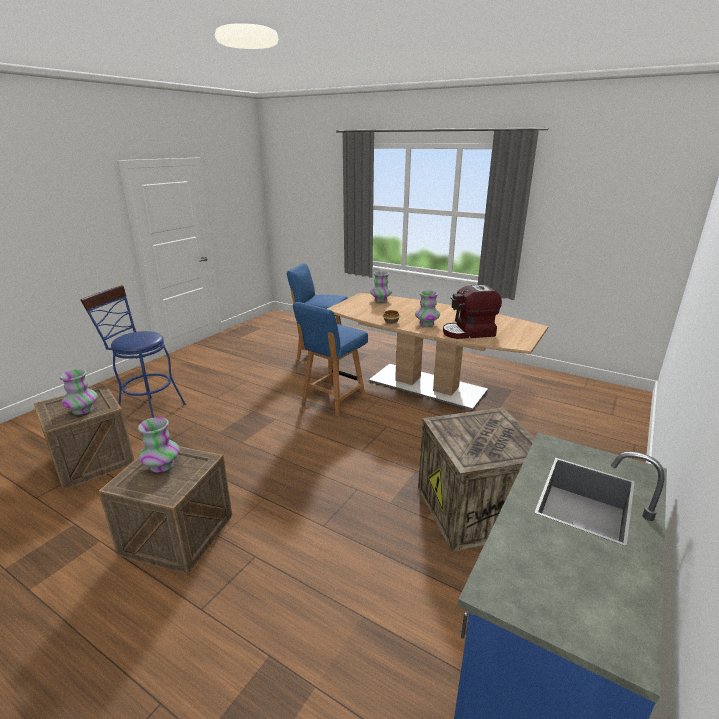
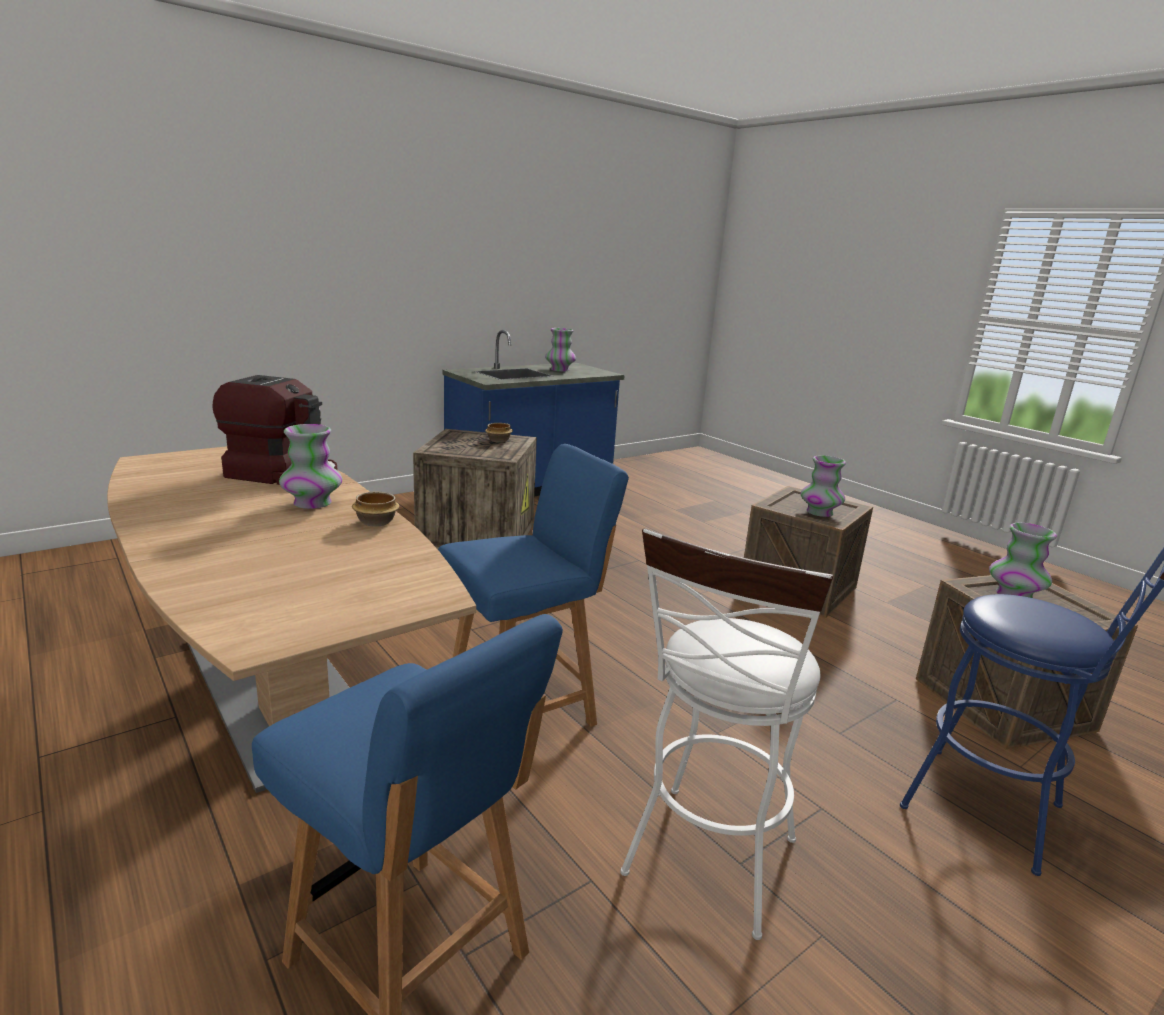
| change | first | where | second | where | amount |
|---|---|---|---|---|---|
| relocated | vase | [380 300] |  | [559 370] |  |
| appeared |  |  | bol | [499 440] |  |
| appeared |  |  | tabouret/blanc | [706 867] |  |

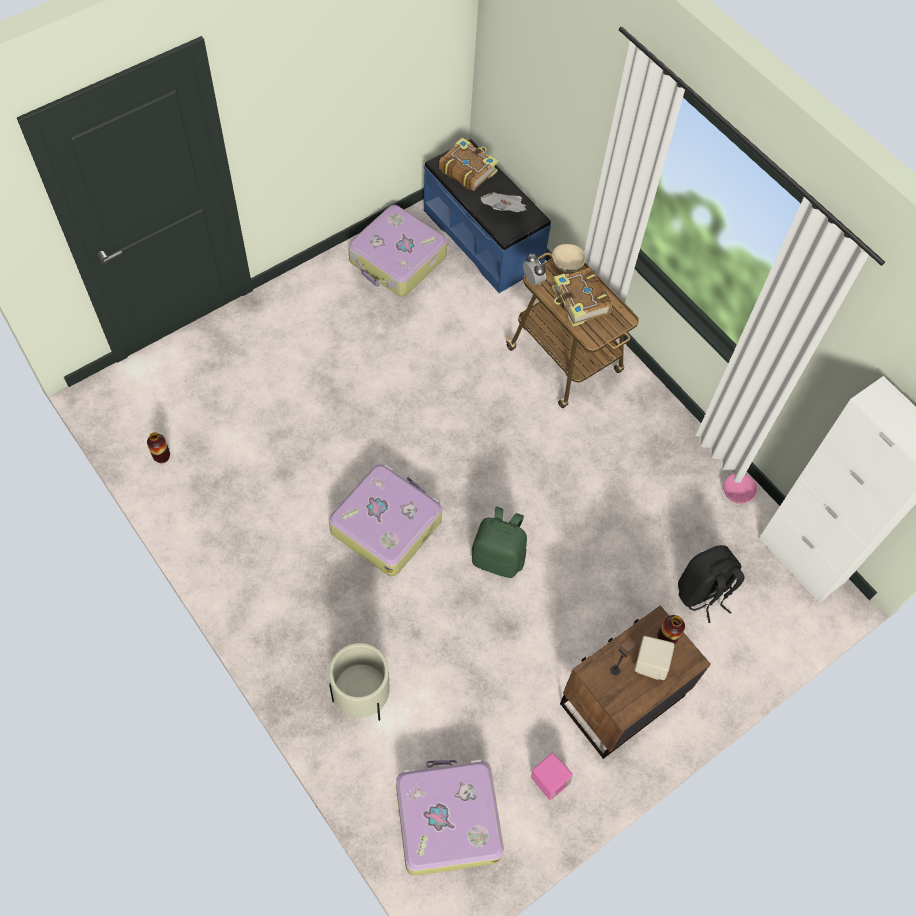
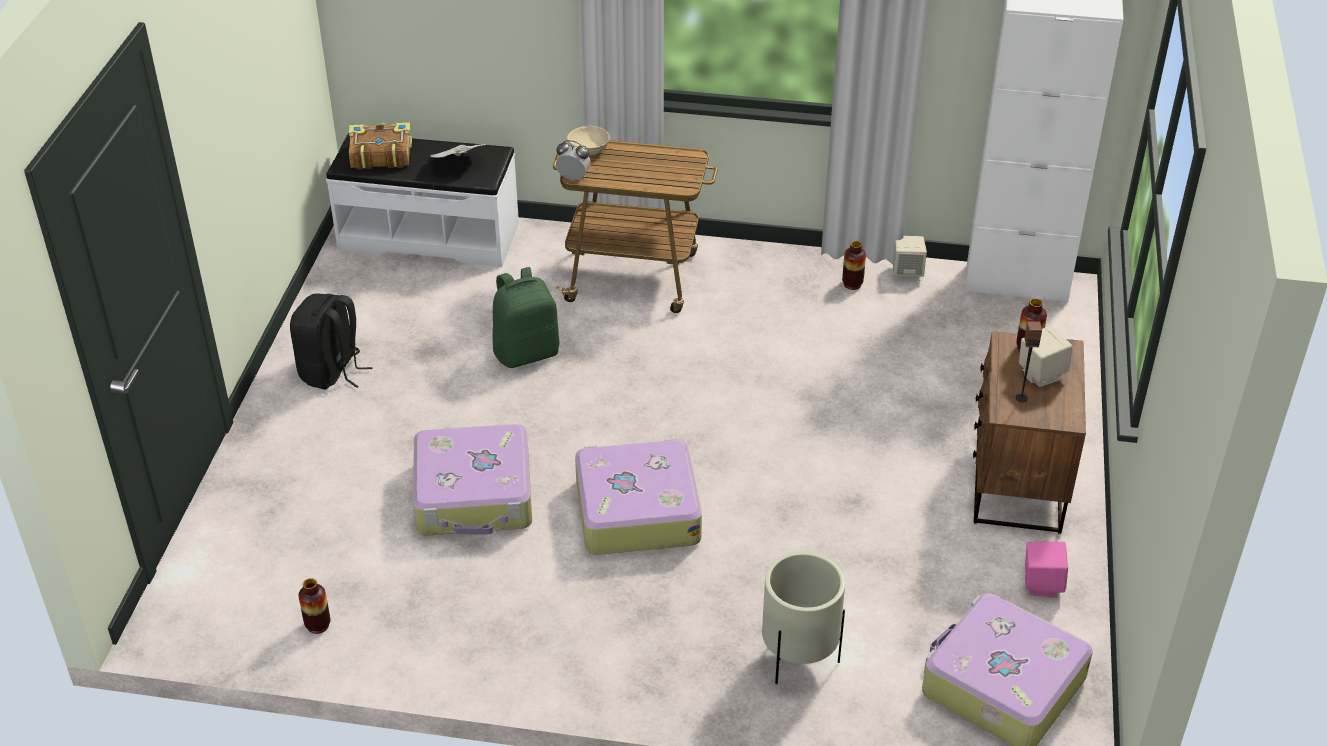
| change | first | where | second | where | amount |
|---|---|---|---|---|---|
| relocated | valise | [397 260] |  | [475 495] |  |
| colour | banc/bleu | [483 238] | banc/blanc | [429 236] |  |
| relocated | sac à dos/vert | [498 557] |  | [526 352] |  |
| missing | livre | [579 303] |  |  |  |
| relocated | sac à dos/noir | [703 593] |  | [332 372] |  |
| exchanged | bol/rose | [737 493] | enceinte/beige | [907 273] |  |
| appeared |  |  | vase | [852 284] |  |

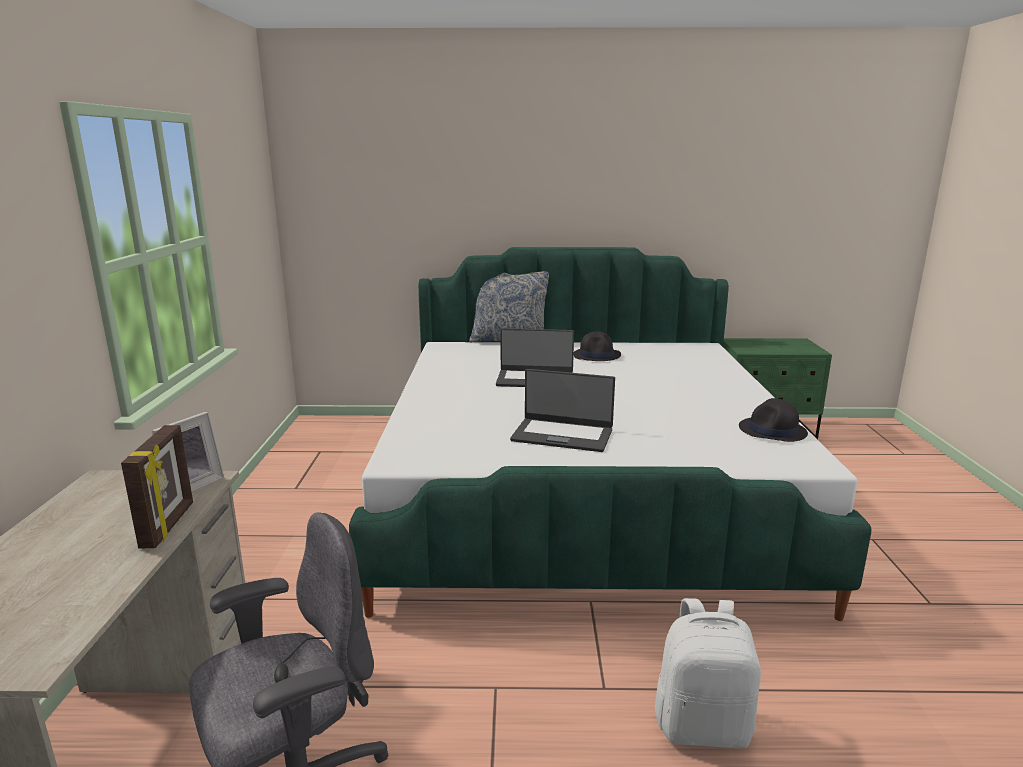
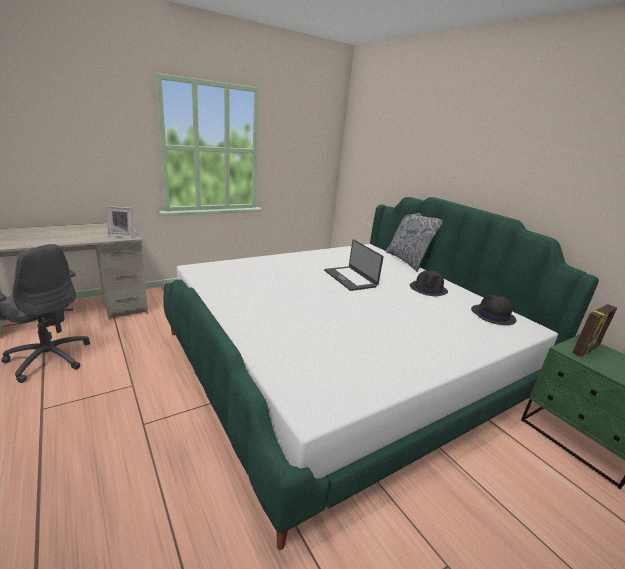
| change | first | where | second | where | amount |
|---|---|---|---|---|---|
| relocated | cadre photo | [169 525] |  | [586 350] |  |
| missing | ordinateur portable | [562 435] |  |  |  |
| missing | sac à dos/blanc | [703 725] |  |  |  |
| relocated | chapeau/noir | [772 431] |  | [492 315] |  |

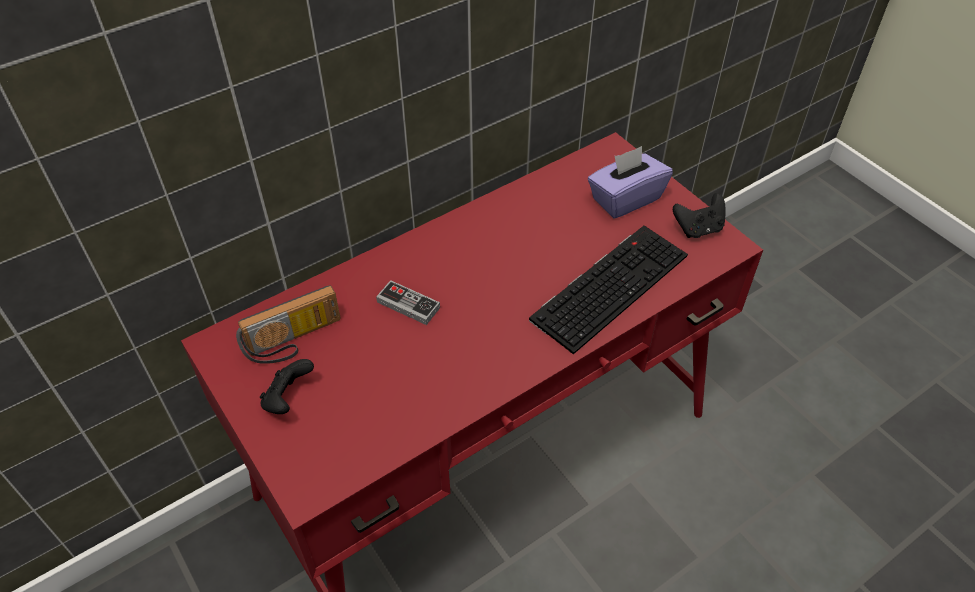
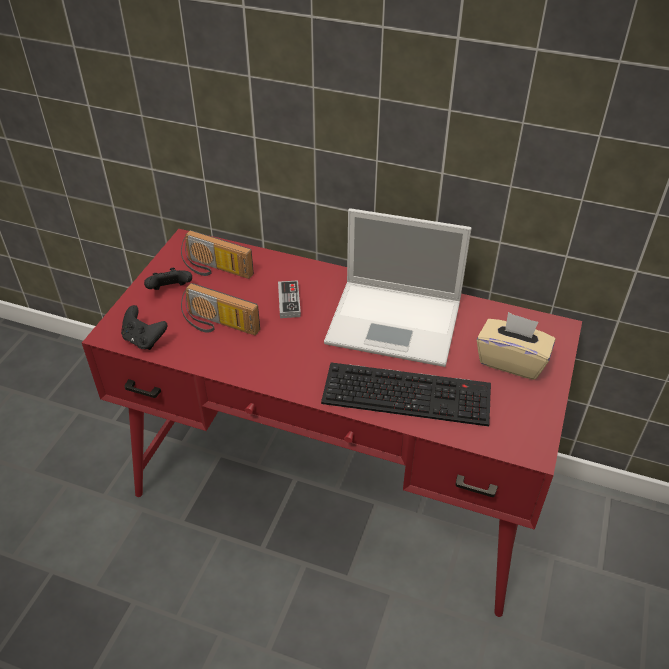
| change | first | where | second | where | amount |
|---|---|---|---|---|---|
| colour | boîte à mouchoirs/violet | [625 199] | boîte à mouchoirs/beige | [511 361] |  |
| relocated | manette/noir | [698 229] |  | [144 340] |  |
| appeared |  |  | radio | [218 325] |  |
| appeared |  |  | ordinateur portable | [396 323] |  |

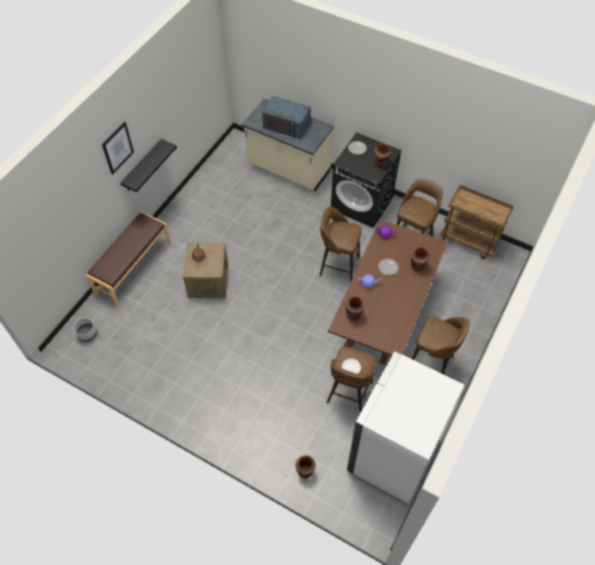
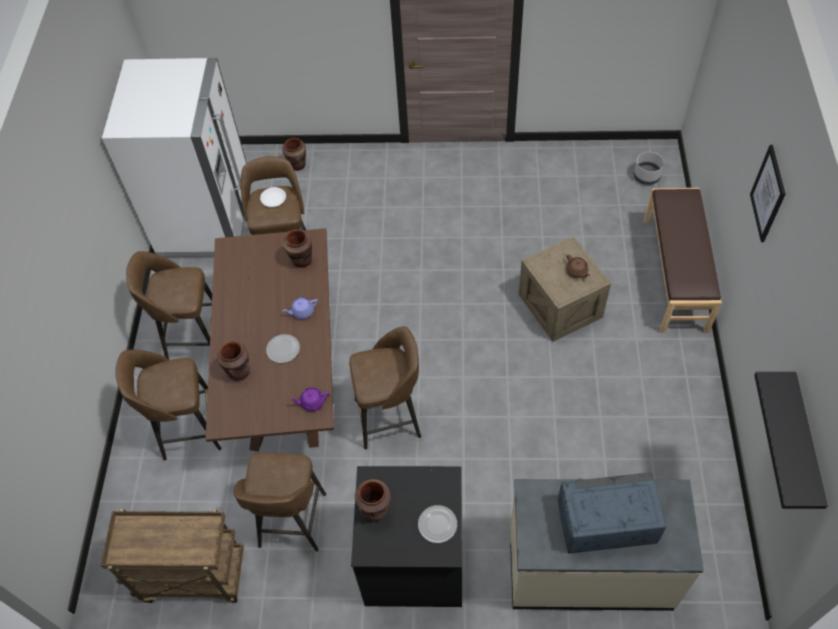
| change | first | where | second | where | amount |
|---|---|---|---|---|---|
| relocated | étagère/noir | [142 166] |  | [805 444] |  |
| appeared |  |  | tabouret/marron | [188 430] |  |

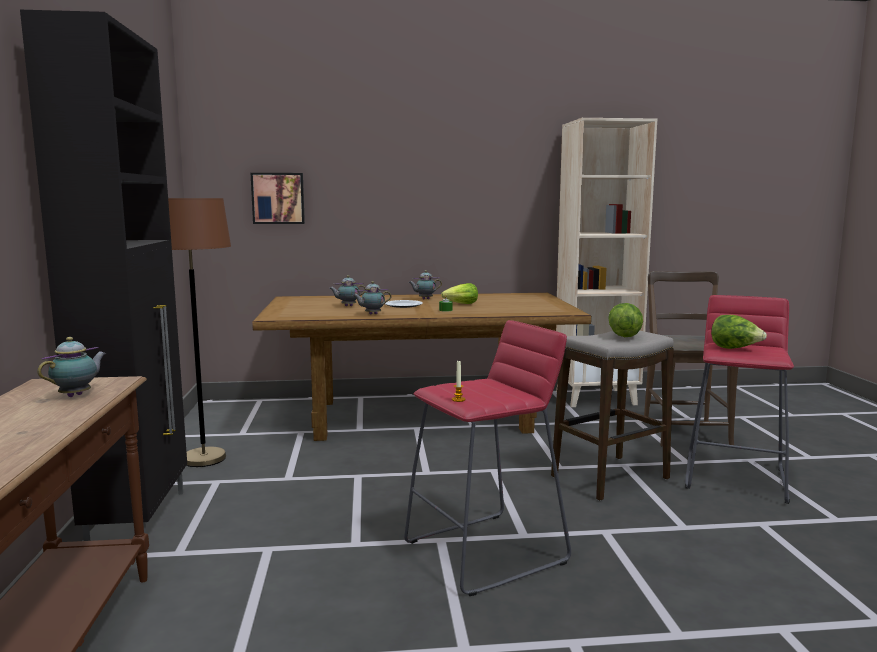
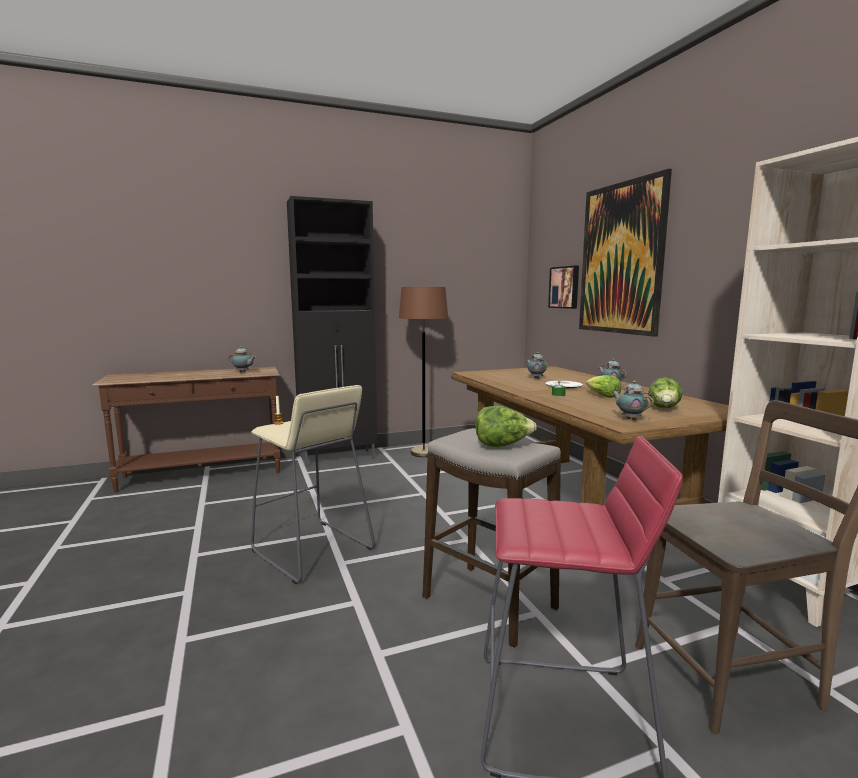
| change | first | where | second | where | amount |
|---|---|---|---|---|---|
| relocated | théière | [372 314] |  | [630 419] |  |
| colour | tabouret/rouge | [487 552] | tabouret/beige | [312 551] |  |
| relocated | laitue | [735 349] |  | [664 409] |  |
| appeared |  |  | tableau | [621 259] |  |

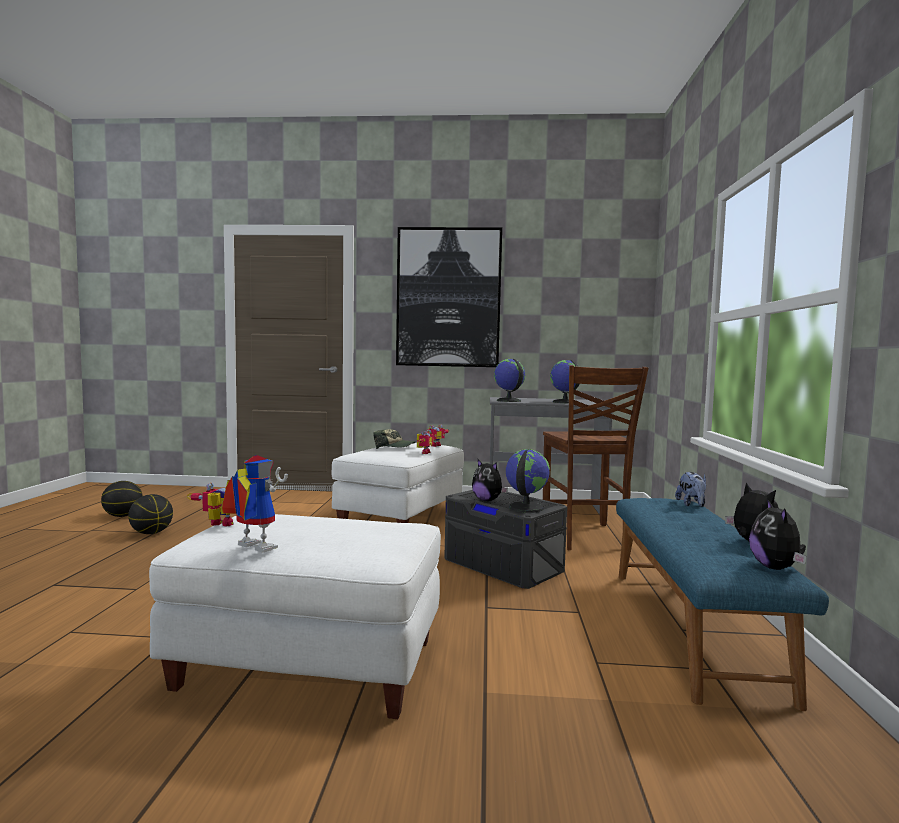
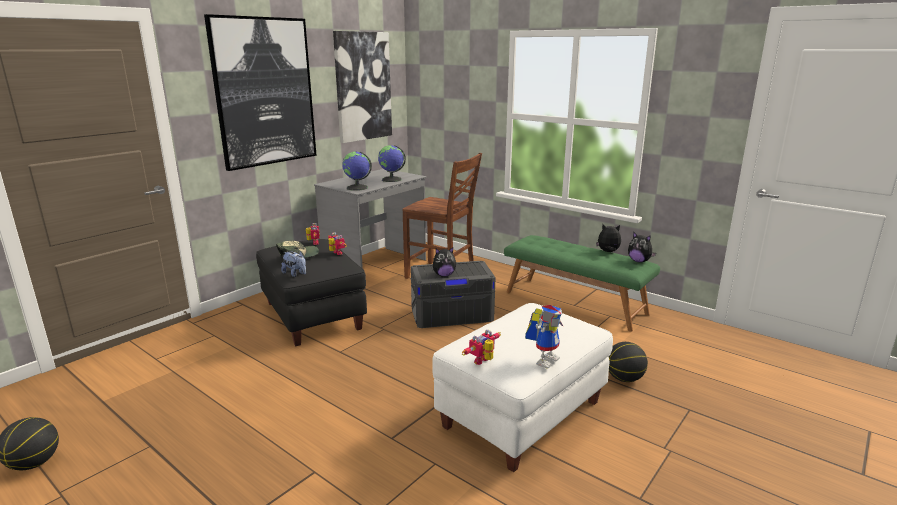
| change | first | where | second | where | amount |
|---|---|---|---|---|---|
| relocated | ballon de basket | [151 533] |  | [624 378] |  |
| spun | robot jouet | [249 548] |  | [545 359] | 150 degrees clockwise |
| colour | pouf/blanc | [400 517] | pouf/noir | [312 316] |  |
| missing | globe | [525 507] |  |  |  |
| colour | banc/bleu | [692 628] | banc/vert | [575 302] |  |
| relocated | peluche | [692 504] |  | [295 274] |  |
| appeared |  |  | tableau | [363 86] |  |

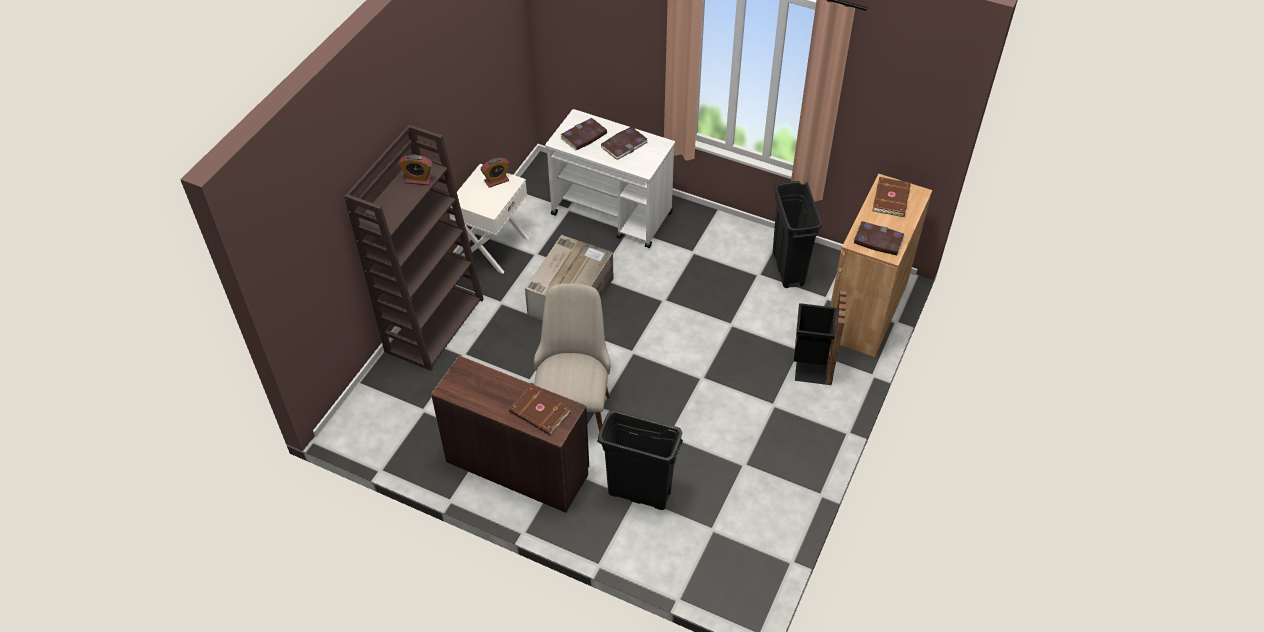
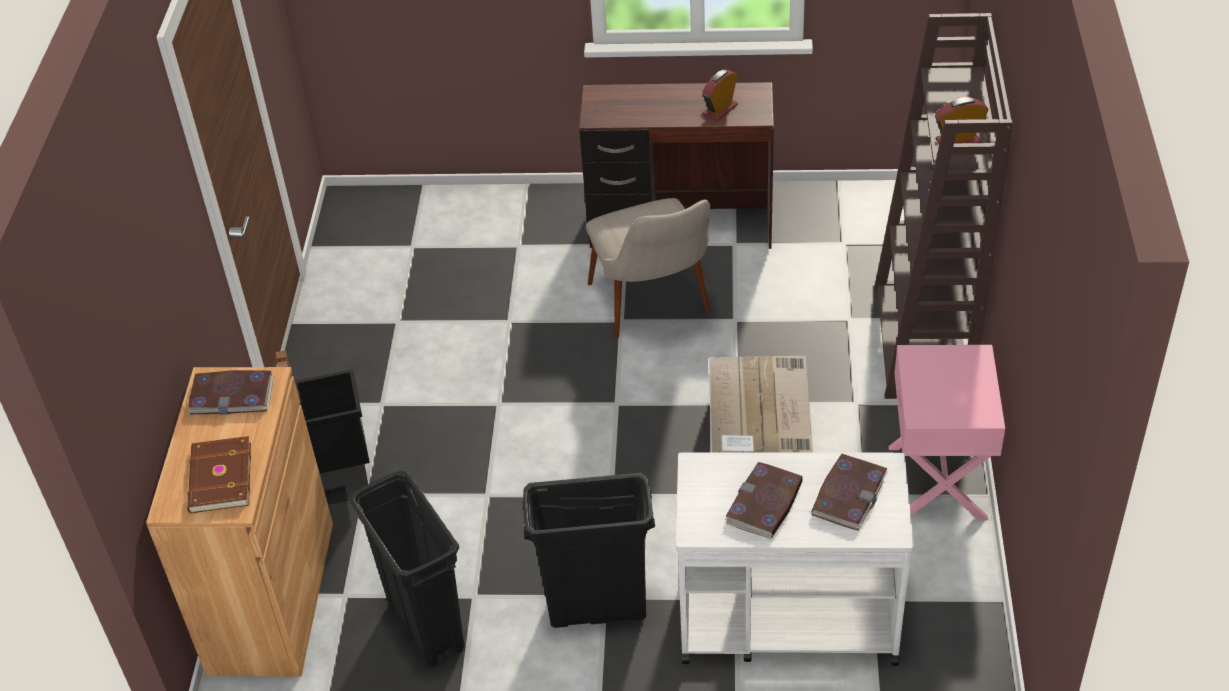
| change | first | where | second | where | amount |
|---|---|---|---|---|---|
| colour | table de chevet/blanc | [493 247] | table de chevet/rose | [939 482] |  |
| relocated | réveil | [496 181] |  | [720 110] |  |
| missing | livre/marron | [539 413] |  |  |  |
| relocated | poubelle/noir | [639 493] |  | [598 609] |  |

